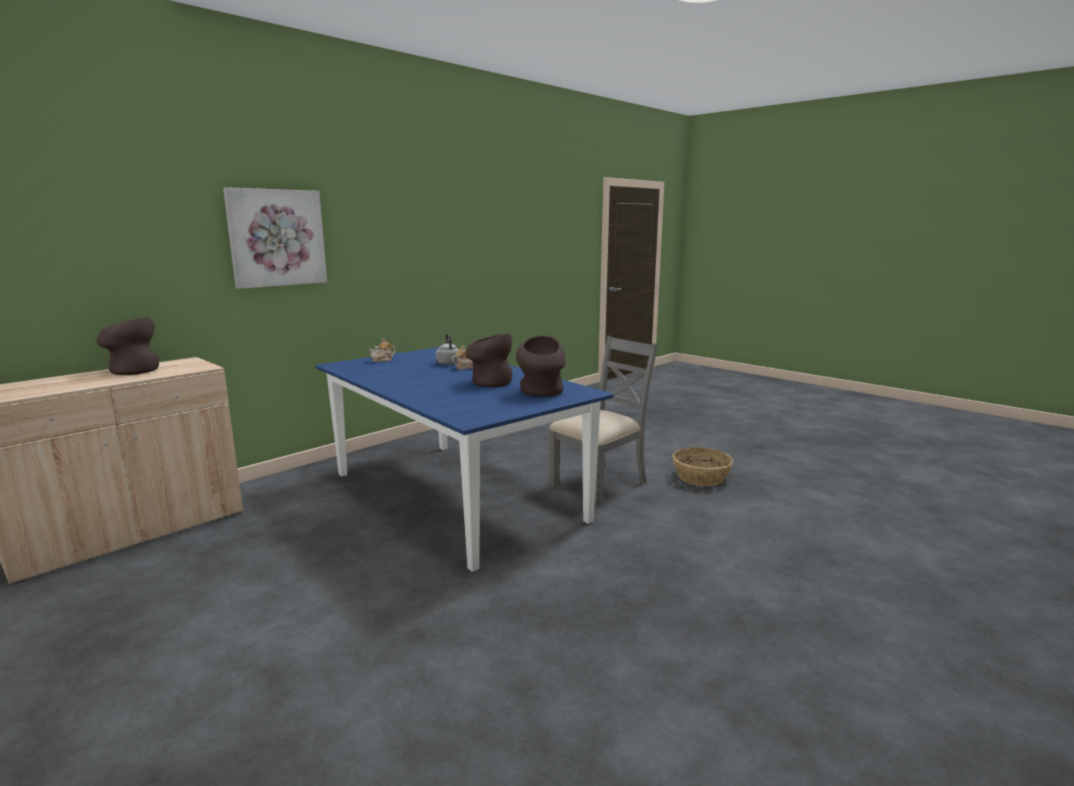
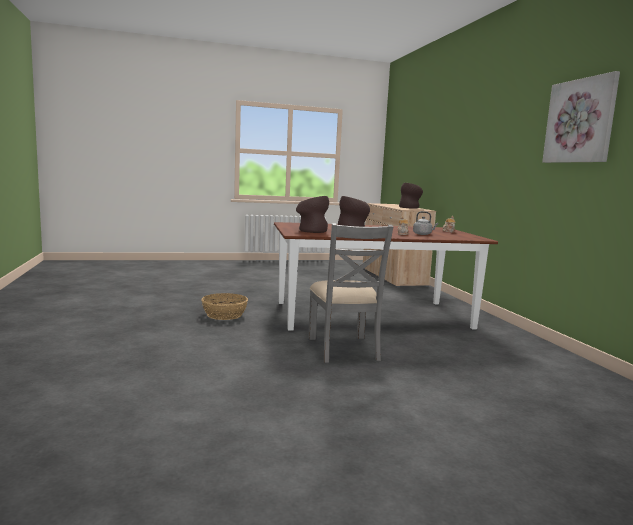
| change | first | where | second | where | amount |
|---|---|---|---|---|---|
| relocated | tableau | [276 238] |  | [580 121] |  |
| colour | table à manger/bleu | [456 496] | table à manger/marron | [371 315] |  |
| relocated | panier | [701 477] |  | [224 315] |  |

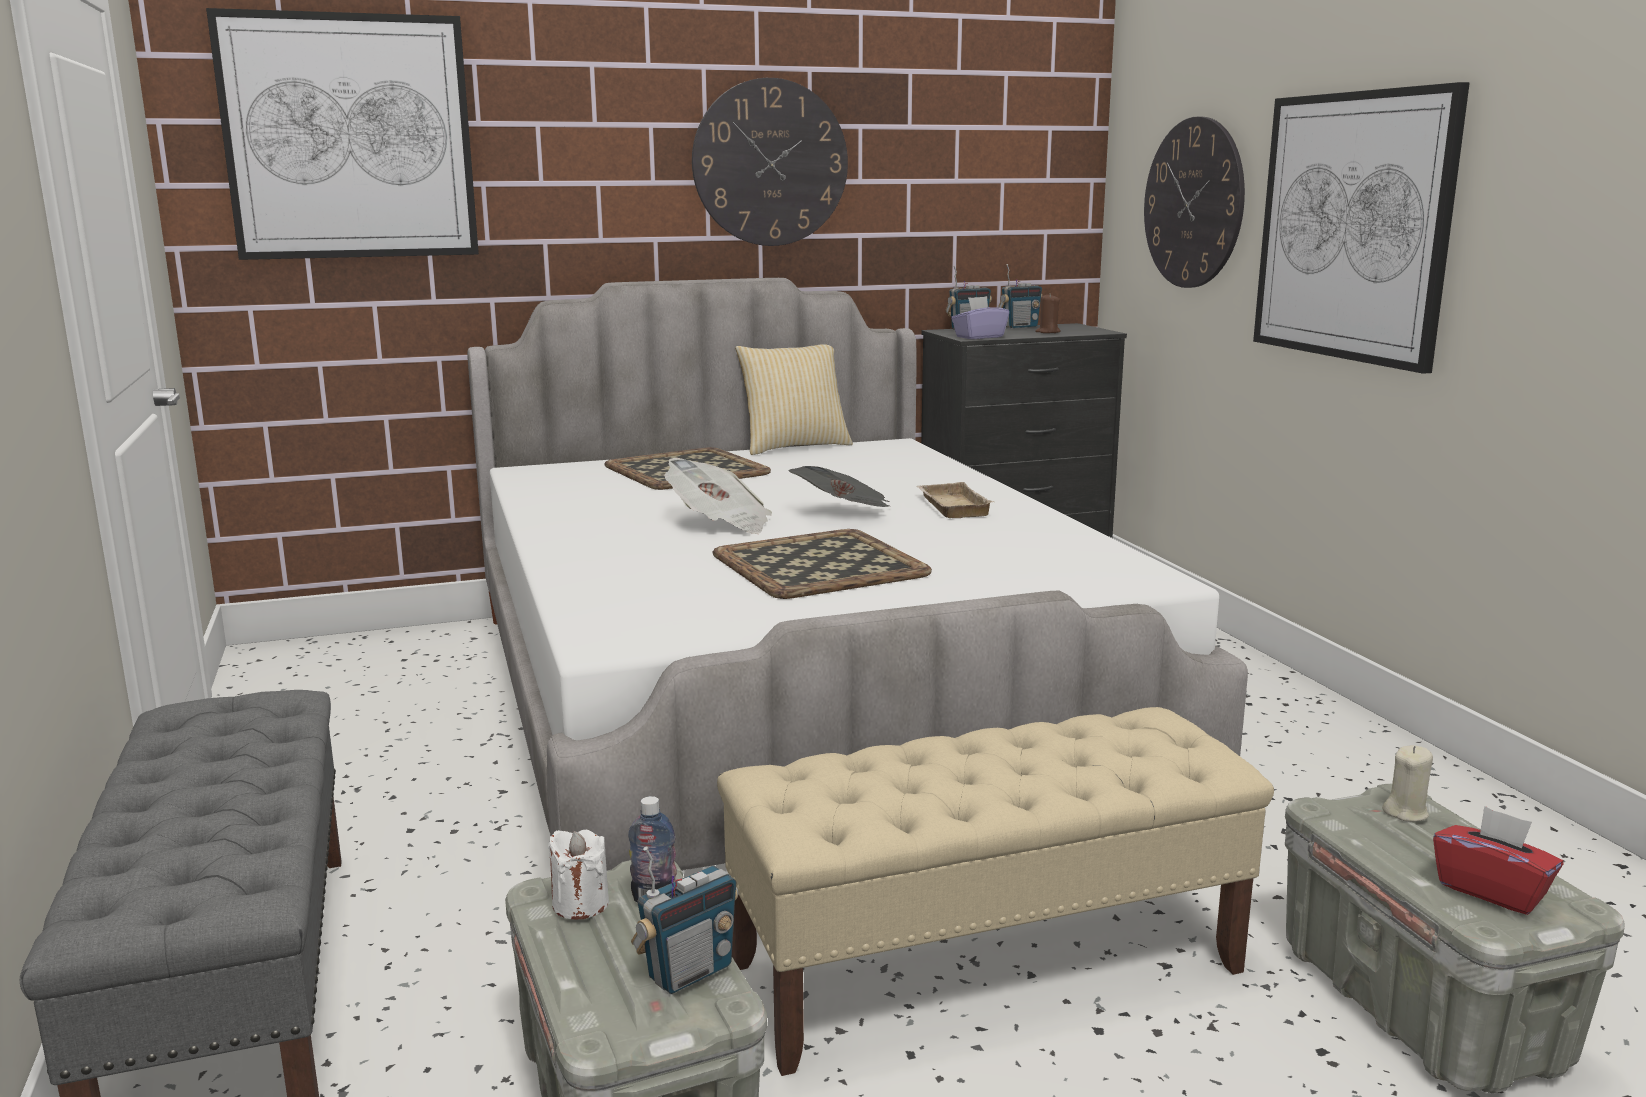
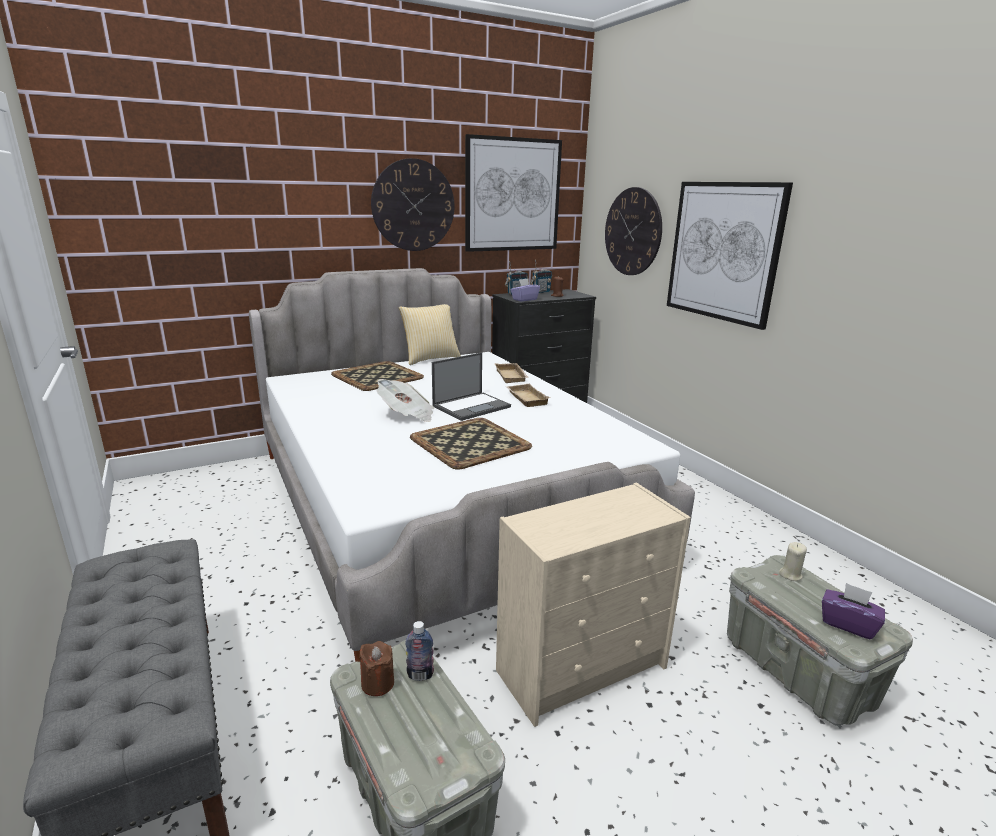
| change | first | where | second | where | amount |
|---|---|---|---|---|---|
| relocated | tableau | [349 138] |  | [512 195] |  |
| colour | bougie/blanc | [580 904] | bougie/marron | [377 683] |  |
| missing | radio | [689 972] |  |  |  |
| exchanged | banc/beige | [987 967] | commode/beige | [583 668] |  |
| exchanged | journal | [844 515] | ordinateur portable | [472 406] |  |
| colour | boîte à mouchoirs/rouge | [1491 890] | boîte à mouchoirs/violet | [848 624] |  |
| appeared |  |  | plateau/beige | [512 376] |  |

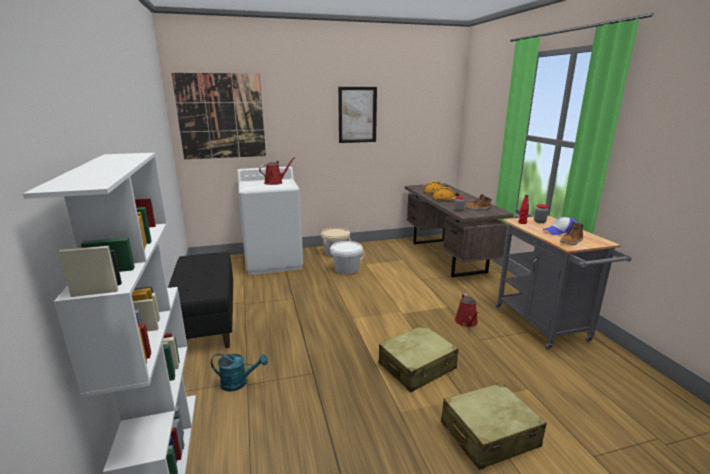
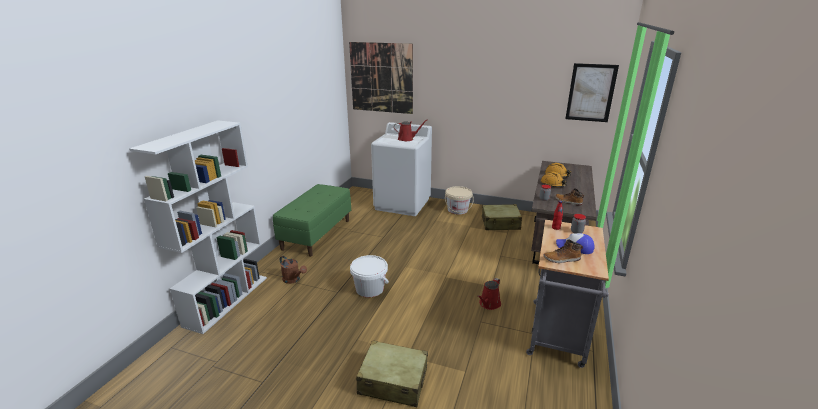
| change | first | where | second | where | amount |
|---|---|---|---|---|---|
| colour | banc/noir | [206 321] | banc/vert | [316 234] |  |
| colour | arrosoir/turquoise | [239 383] | arrosoir/marron | [293 280] |  |
| relocated | seau/blanc | [346 269] |  | [370 288] |  |
| relocated | tableau | [357 115] |  | [591 93] |  |
| relocated | valise/beige | [417 366] |  | [500 223] |  |

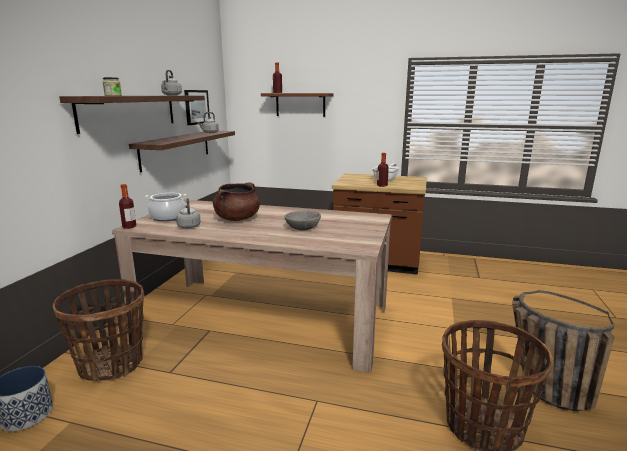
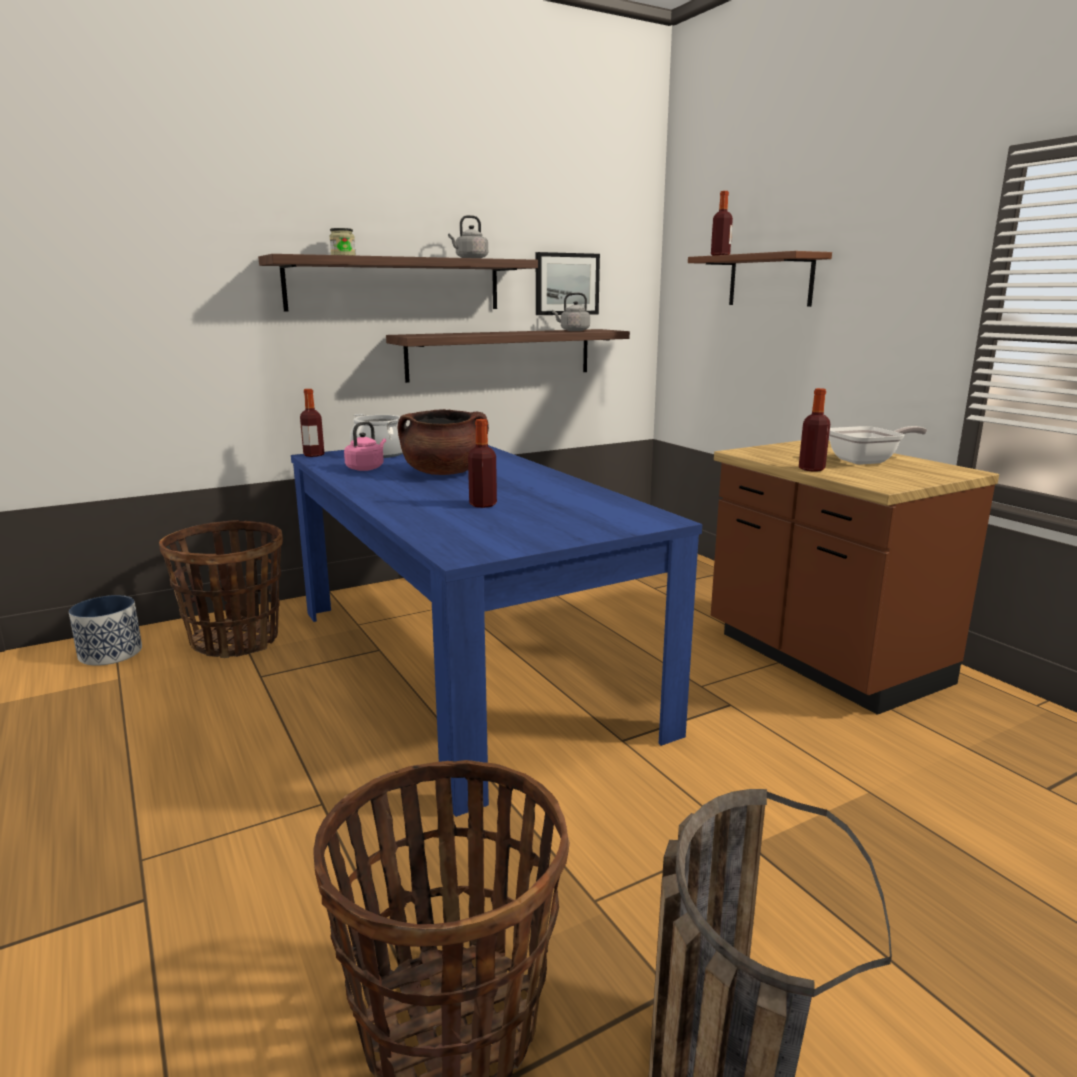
| change | first | where | second | where | amount |
|---|---|---|---|---|---|
| colour | table à manger/beige | [264 318] | table à manger/bleu | [466 665] |  |
| colour | bouilloire/gris | [189 226] | bouilloire/rose | [366 468] |  |
| exchanged | bol/gris | [303 228] | bouteille | [483 504] |  |

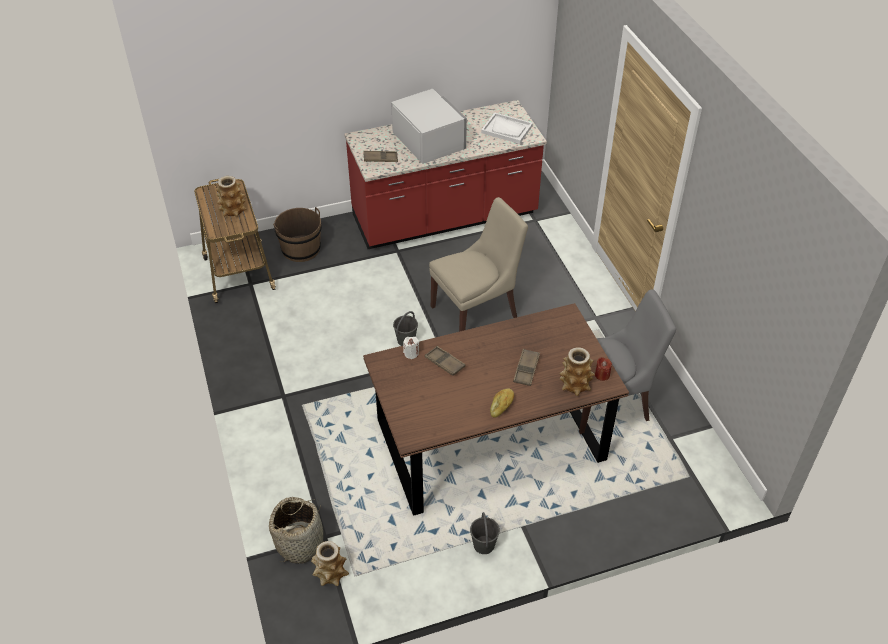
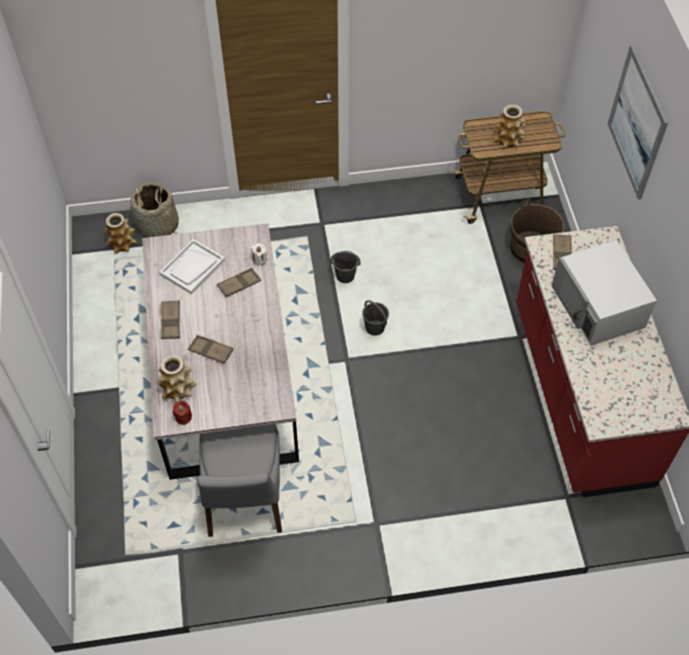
| change | first | where | second | where | amount |
|---|---|---|---|---|---|
| colour | table à manger/marron | [490 441] | table à manger/gris | [223 380] |  |
| spun | micro-ondes/blanc | [428 140] |  | [598 306] | 90 degrees clockwise |
| missing | chaise/beige | [476 311] |  |  |  |
| relocated | seau/gris | [484 544] |  | [345 276] |  |
| relocated | plateau/blanc | [507 129] |  | [192 268] |  |
| exchanged | pain | [502 406] | plateau/marron | [171 321] |  |
| appeared |  |  | tableau | [637 123] |  |

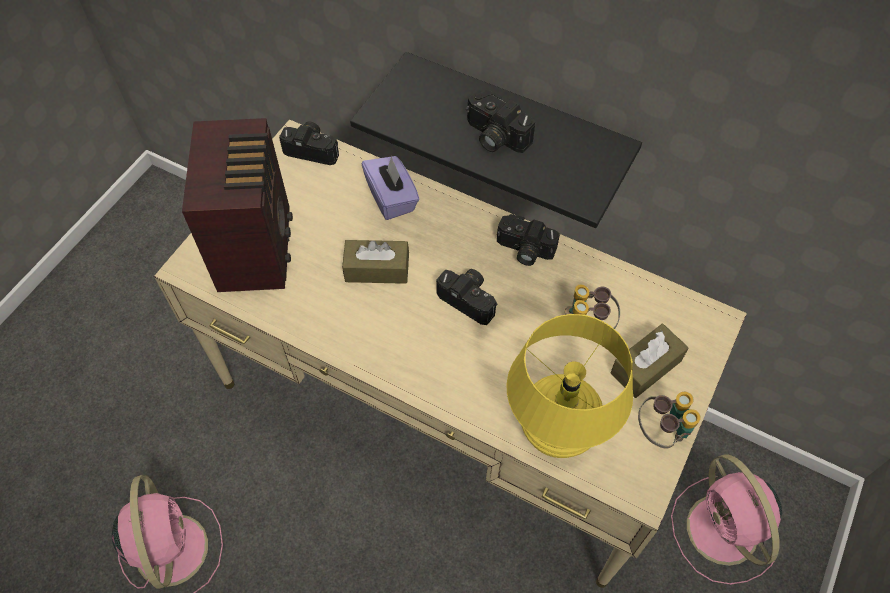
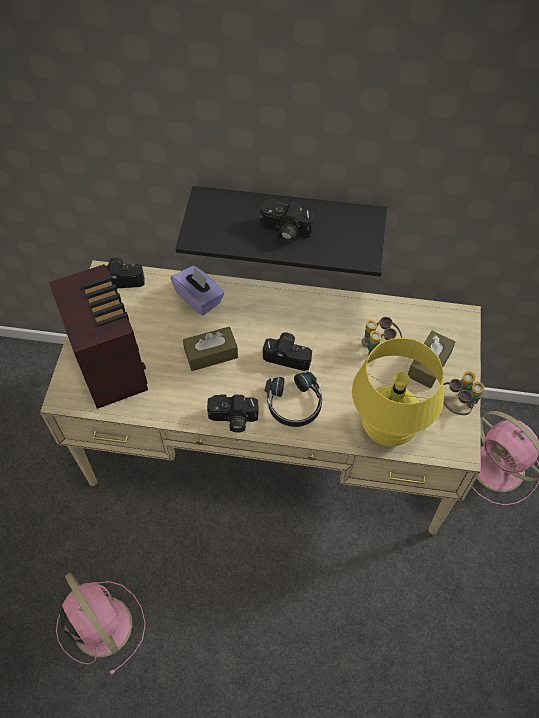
| change | first | where | second | where | amount |
|---|---|---|---|---|---|
| relocated | appareil photo | [524 250] |  | [233 419] |  |
| appeared |  |  | casque audio/noir | [294 404] |  |

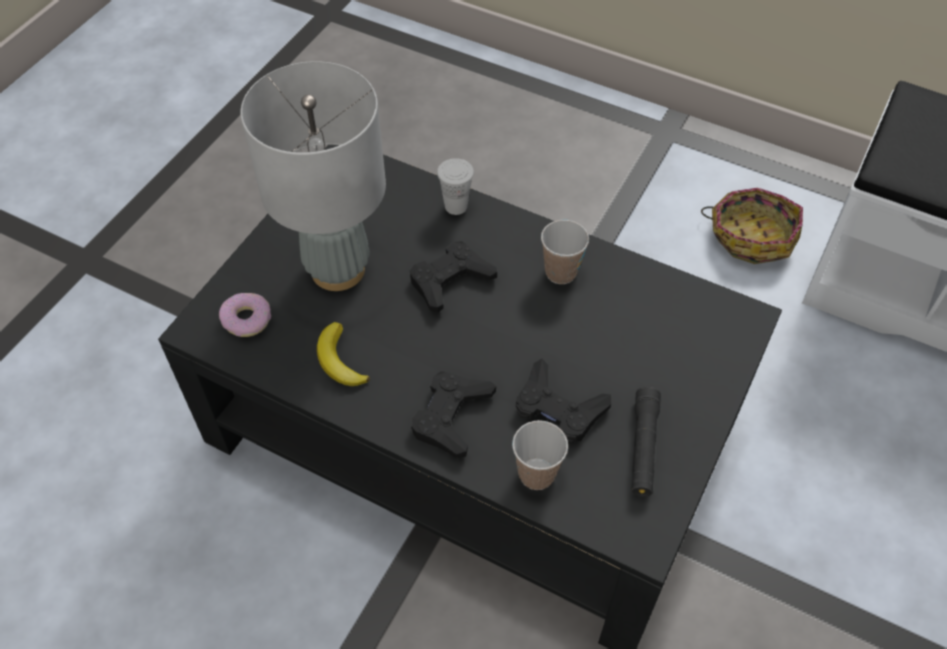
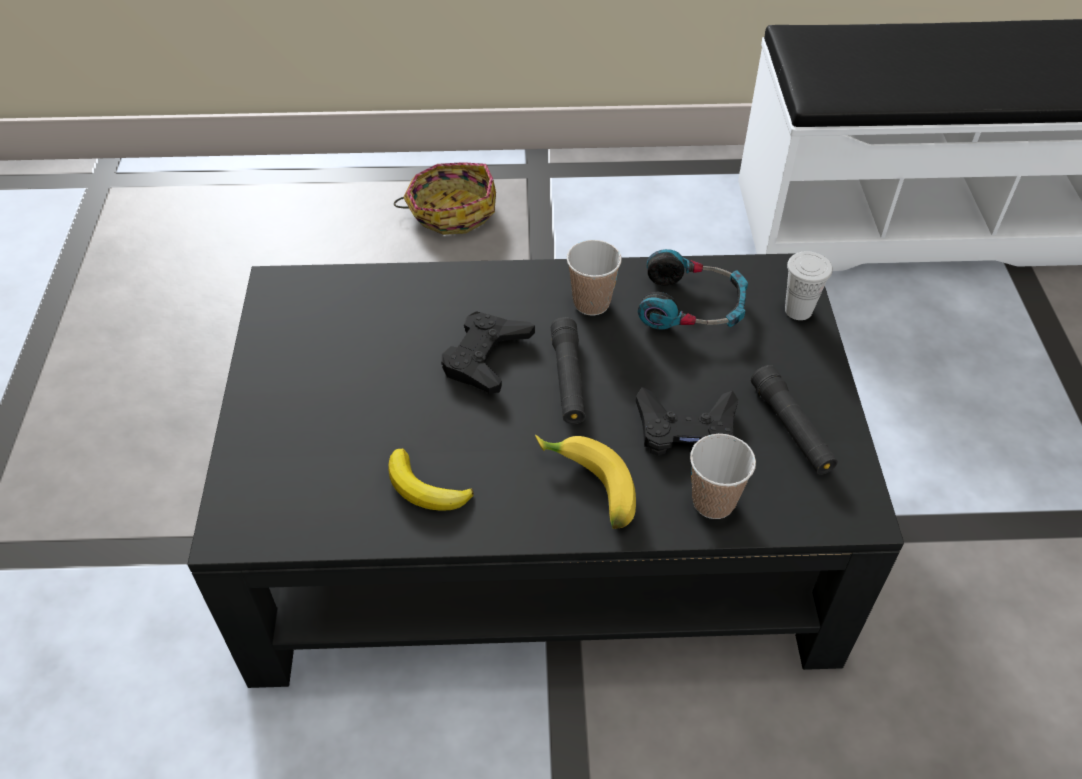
| change | first | where | second | where | amount |
|---|---|---|---|---|---|
| missing | beignet | [247 319] |  |  |  |
| missing | lampe de table/gris | [338 269] |  |  |  |
| exchanged | manette/noir | [451 416] | banane | [586 488] |  |
| relocated | tasse/blanc | [456 206] |  | [798 310] |  |
| relocated | panier | [751 236] |  | [451 211] |  |
| appeared |  |  | lampe de poche/noir | [568 379] |  |
| appeared |  |  | casque audio | [691 306] |  |

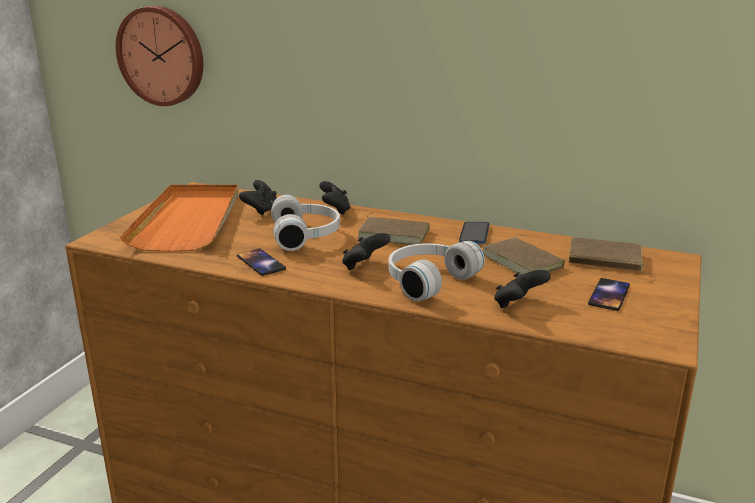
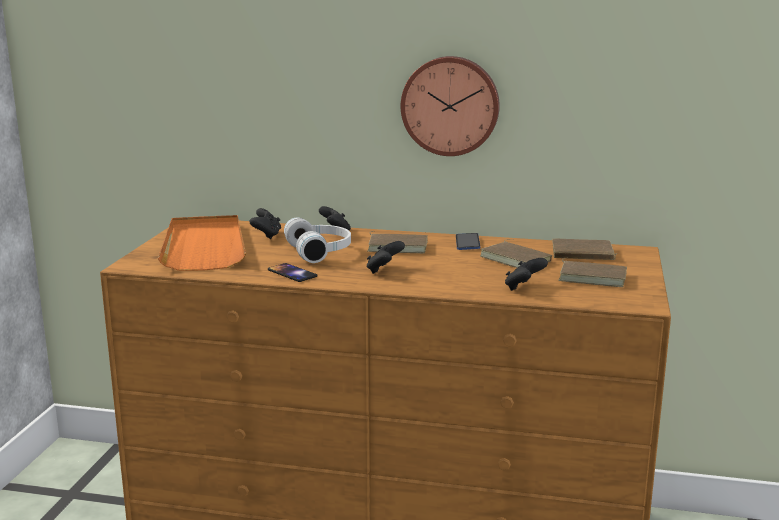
| change | first | where | second | where | amount |
|---|---|---|---|---|---|
| relocated | horloge murale | [162 55] |  | [450 105] |  |
| missing | casque audio/blanc | [427 280] |  |  |  |
| exchanged | téléphone | [609 295] | livre/marron | [593 277] |  |

